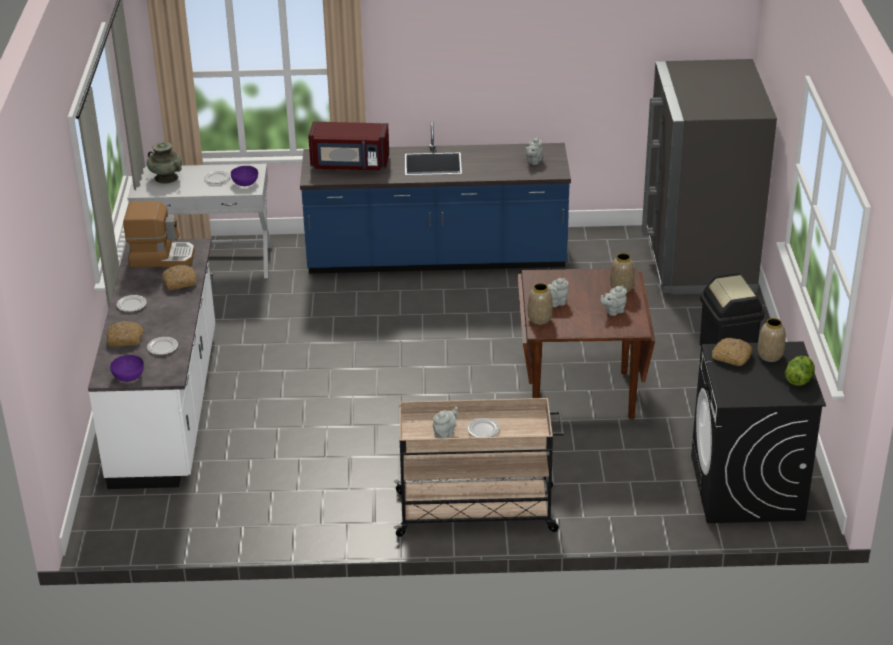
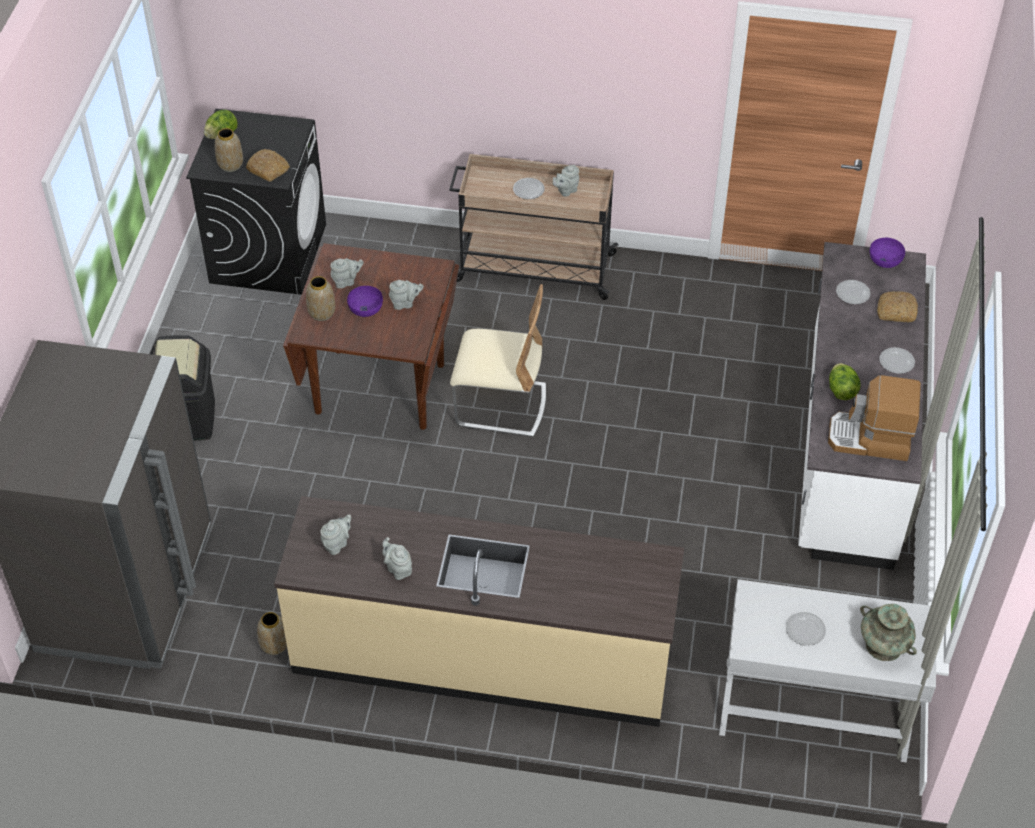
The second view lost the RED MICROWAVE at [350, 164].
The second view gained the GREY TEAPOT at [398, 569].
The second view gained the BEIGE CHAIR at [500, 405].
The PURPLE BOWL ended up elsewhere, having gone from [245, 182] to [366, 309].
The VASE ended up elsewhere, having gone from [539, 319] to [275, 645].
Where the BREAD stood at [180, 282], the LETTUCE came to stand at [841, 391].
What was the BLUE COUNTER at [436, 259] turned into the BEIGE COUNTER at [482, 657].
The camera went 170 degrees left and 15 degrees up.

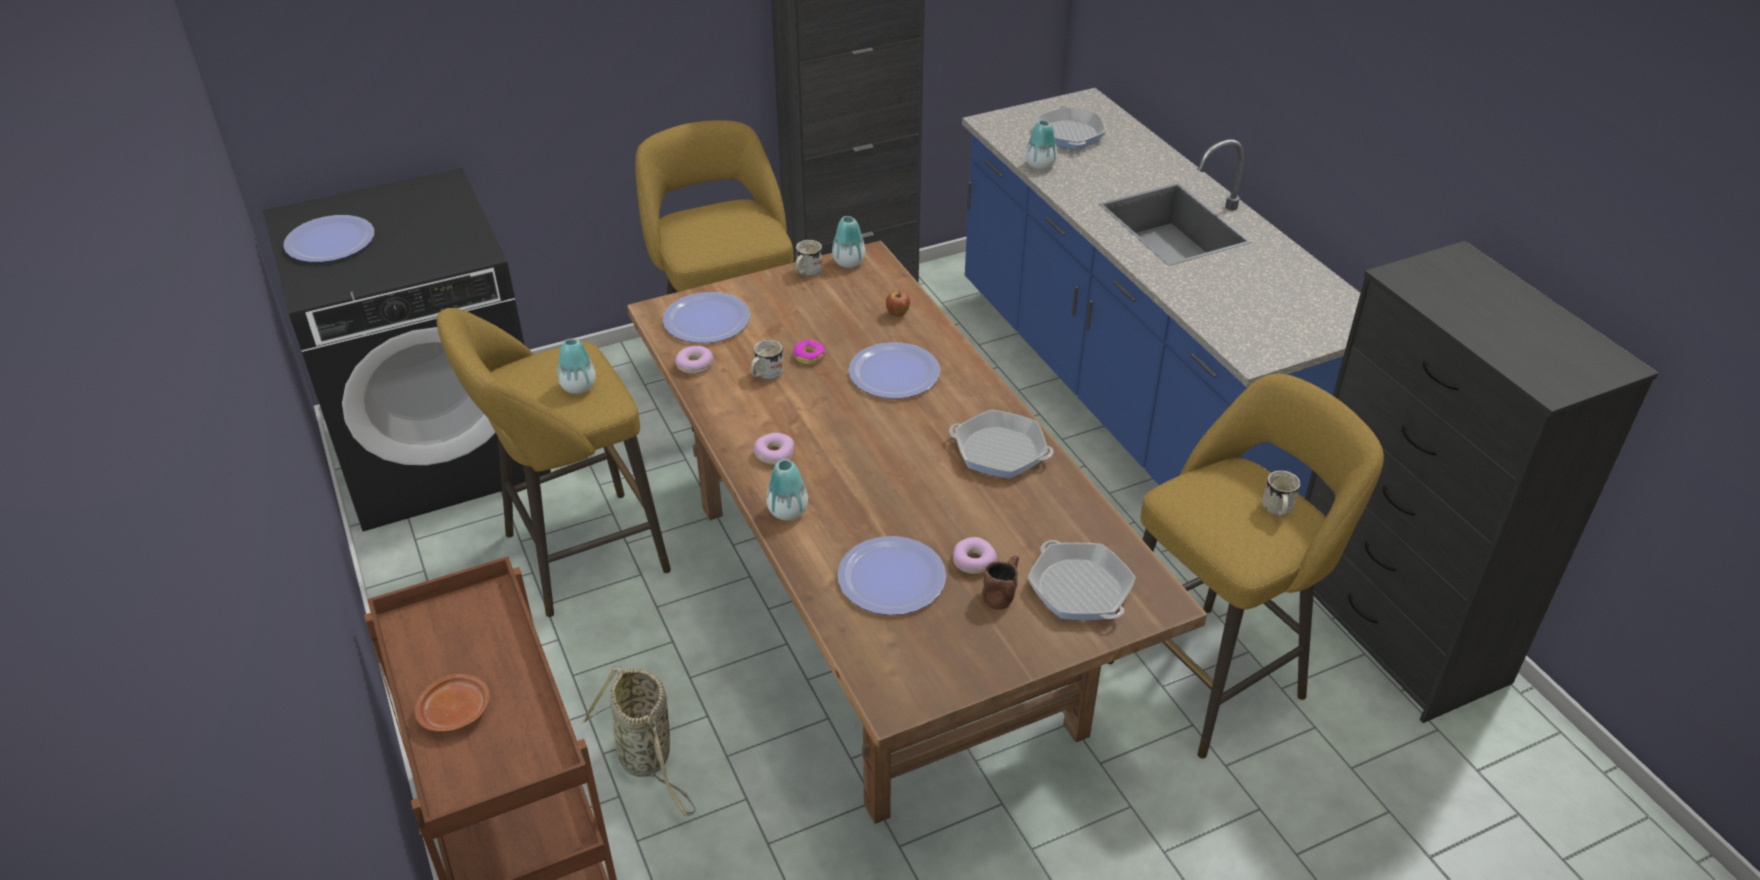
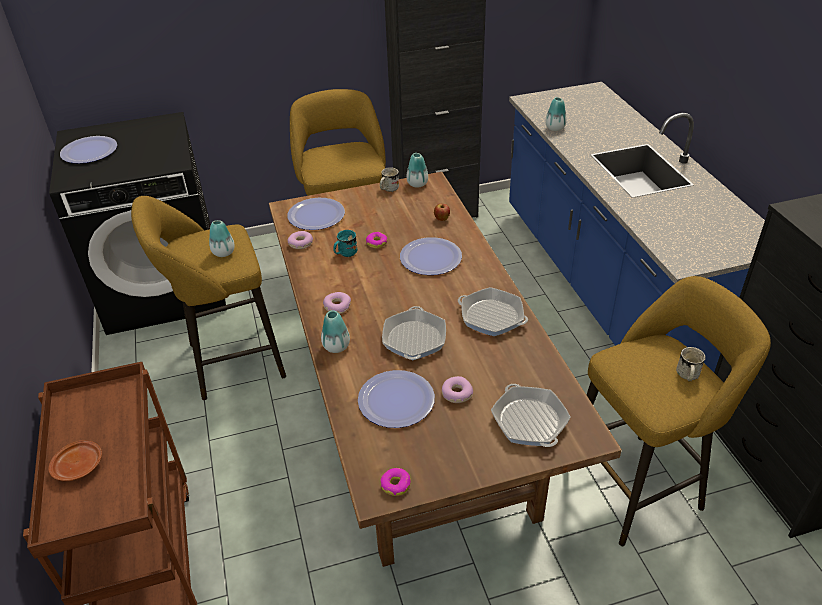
The second view lost the BASKET at [647, 759].
The second view lost the BROWN MUG at [1002, 592].
The second view gained the DONUT at [396, 485].
The FRYING PAN ended up elsewhere, having gone from [1069, 134] to [414, 339].
What was the WHITE MUG at [765, 375] turned into the TURQUOISE MUG at [345, 253].
The camera went 10 degrees right and 0 degrees up.

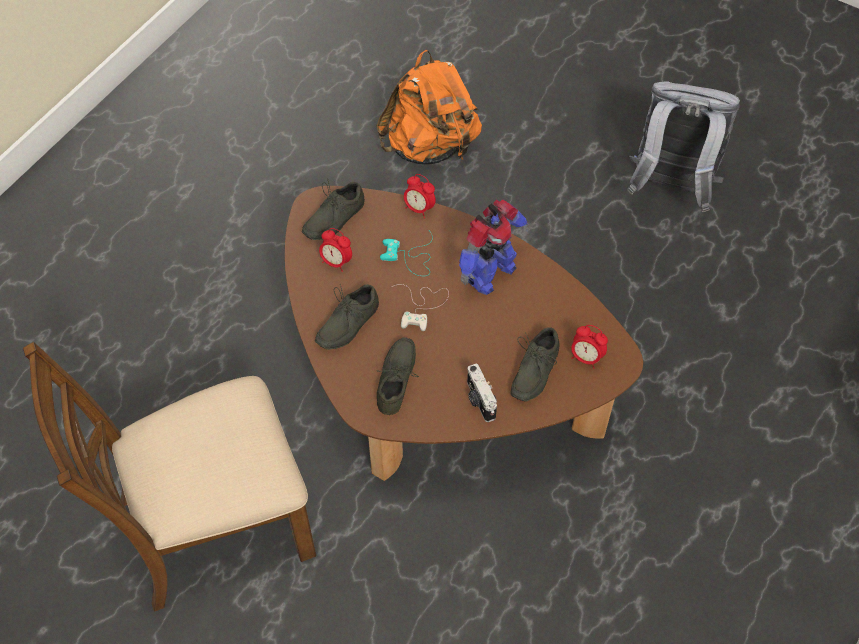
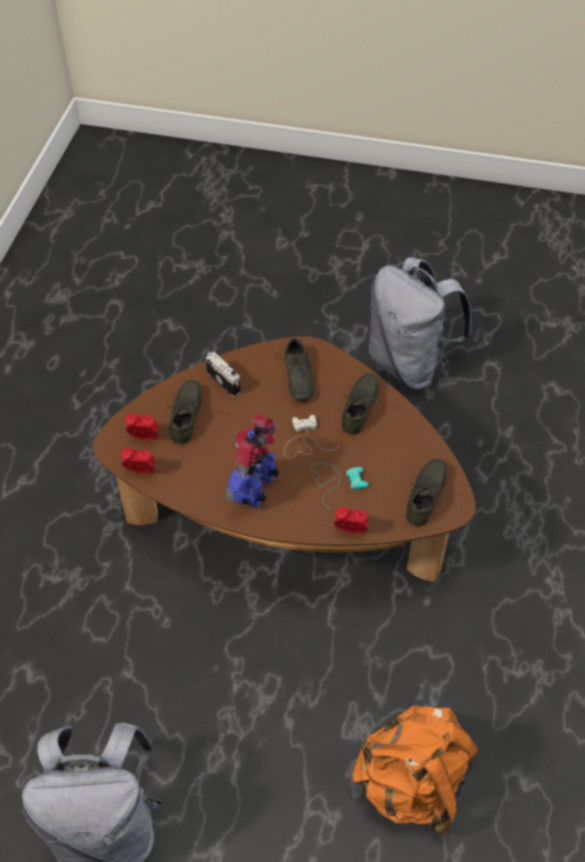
The ALARM CLOCK ended up elsewhere, having gone from [336, 262] to [141, 473].
Where the BROWN CHAIR stood at [213, 524], the GREY BACKPACK came to stand at [410, 364].
The camera went 160 degrees right and 5 degrees down.

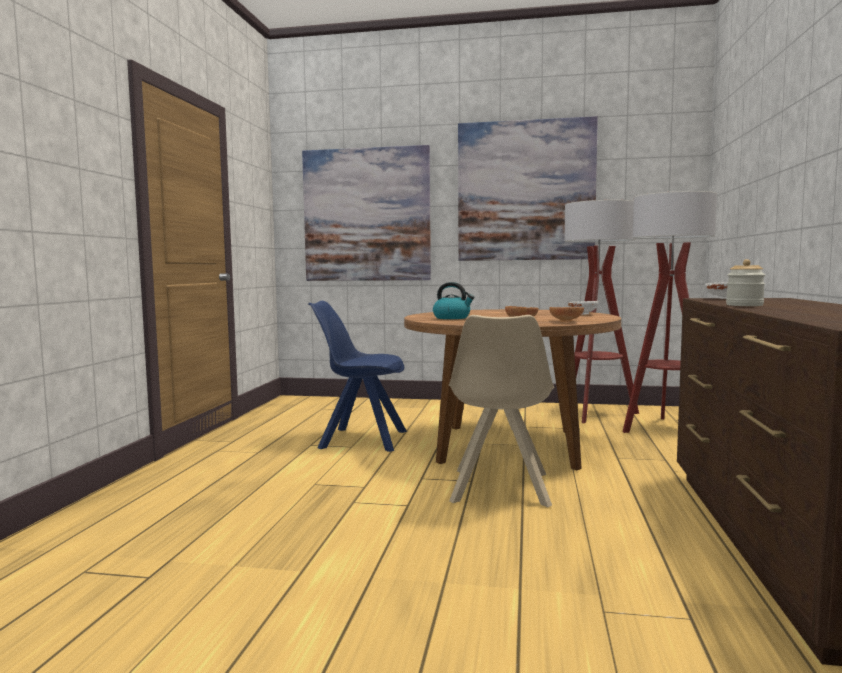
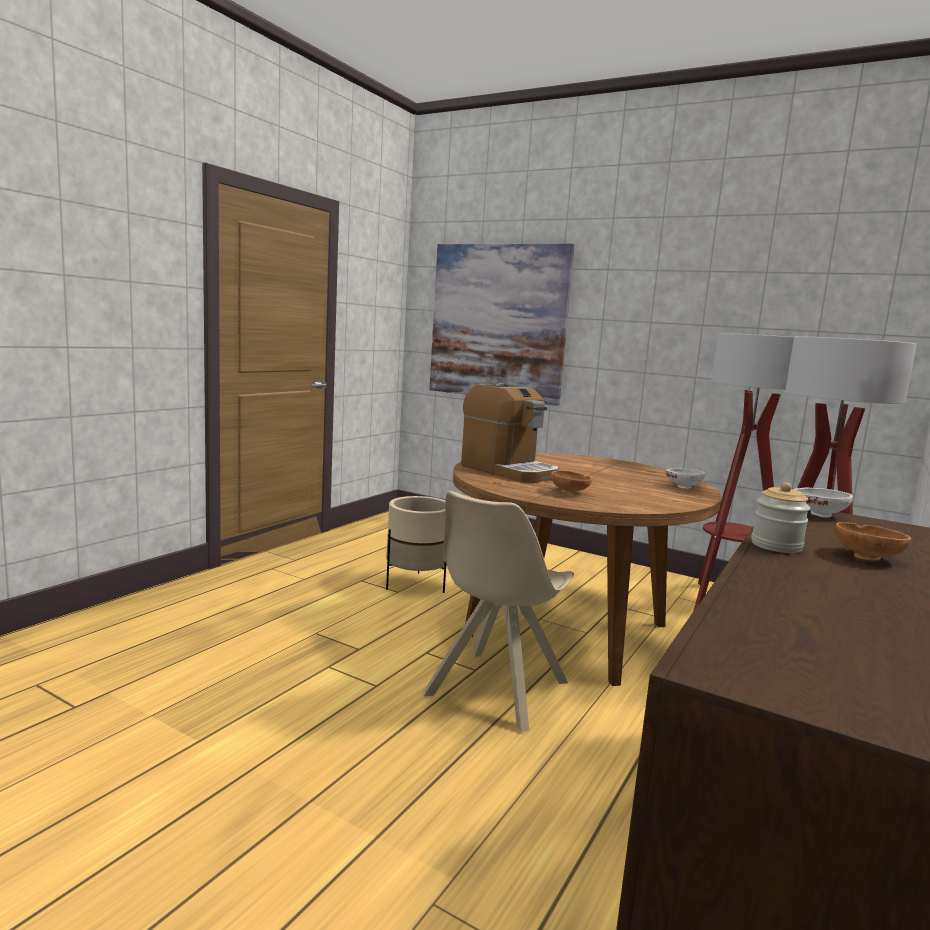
The second view lost the PICTURE at [525, 191].
The BROWN BOWL ended up elsewhere, having gone from [566, 321] to [868, 557].
Where the BLUE CHAIR stood at [361, 440], the BEIGE PLANTER came to stand at [416, 585].
Where the KETTLE stood at [452, 318], the COFFEE MACHINE came to stand at [509, 471].
The camera went 20 degrees right and 5 degrees up.

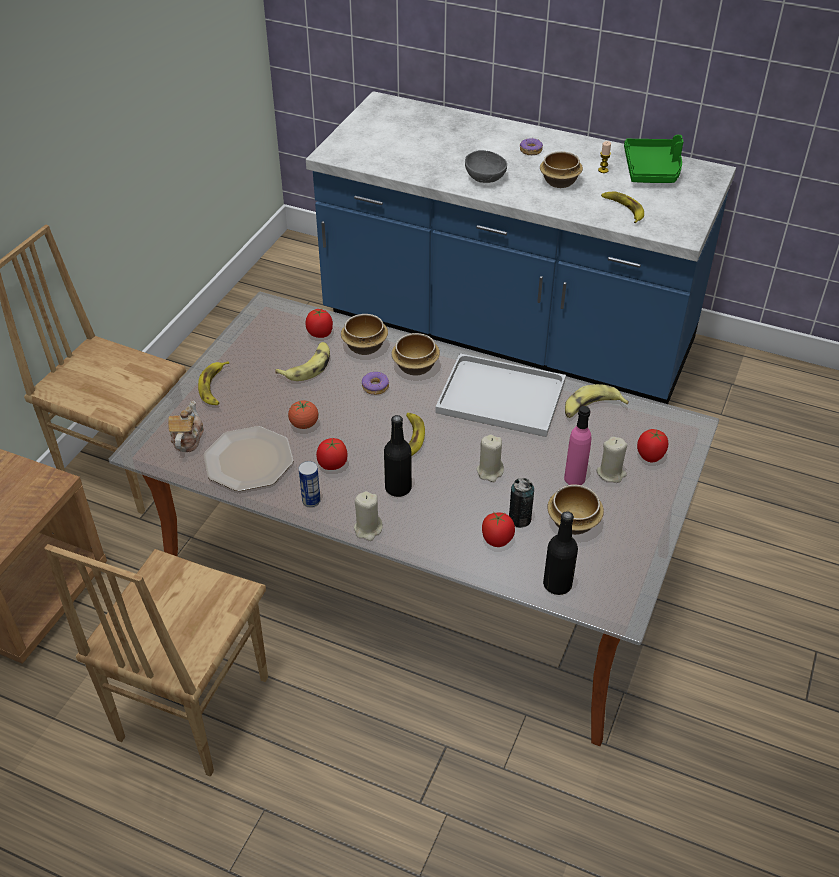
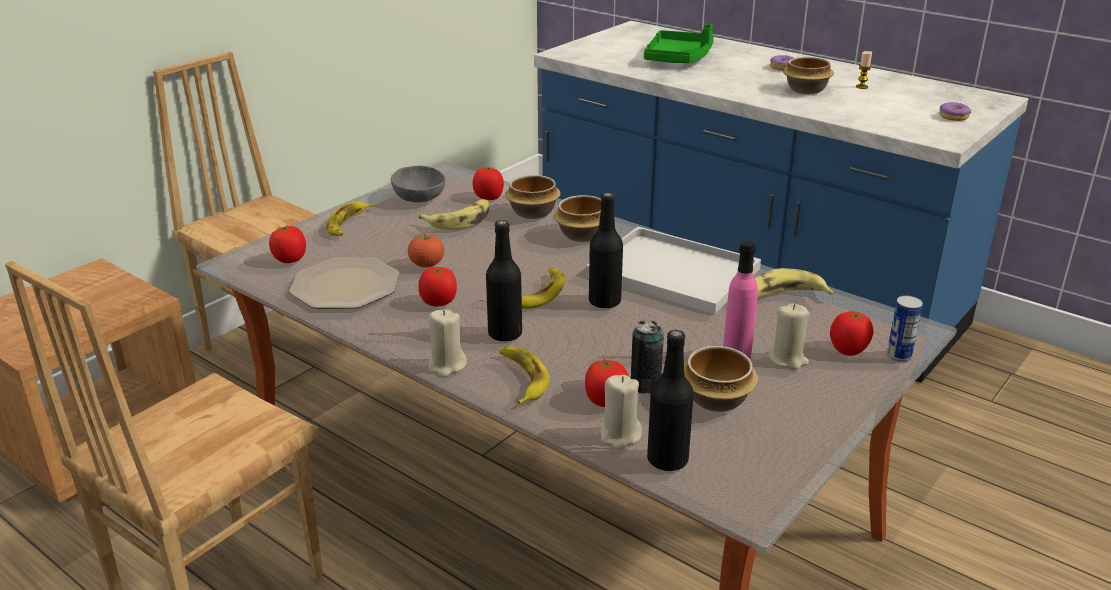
The second view gained the BLACK BOTTLE at [604, 302].
The CAN ended up elsewhere, having gone from [311, 501] to [898, 356].
The DONUT ended up elsewhere, having gone from [375, 387] to [953, 117].
The GREY BOWL ended up elsewhere, having gone from [485, 177] to [420, 198].
The BEIGE CANDLE ended up elsewhere, having gone from [490, 471] to [620, 436].
The BANANA ended up elsewhere, having gone from [623, 209] to [522, 378].
The GREEN TRAY ended up elsewhere, having gone from [652, 170] to [678, 58].
Where the TEAPOT stood at [187, 439], the TOMATO came to stand at [290, 260].
The camera went 15 degrees right and 15 degrees down.

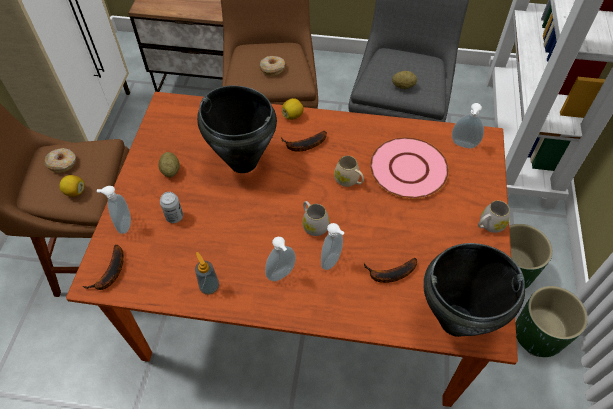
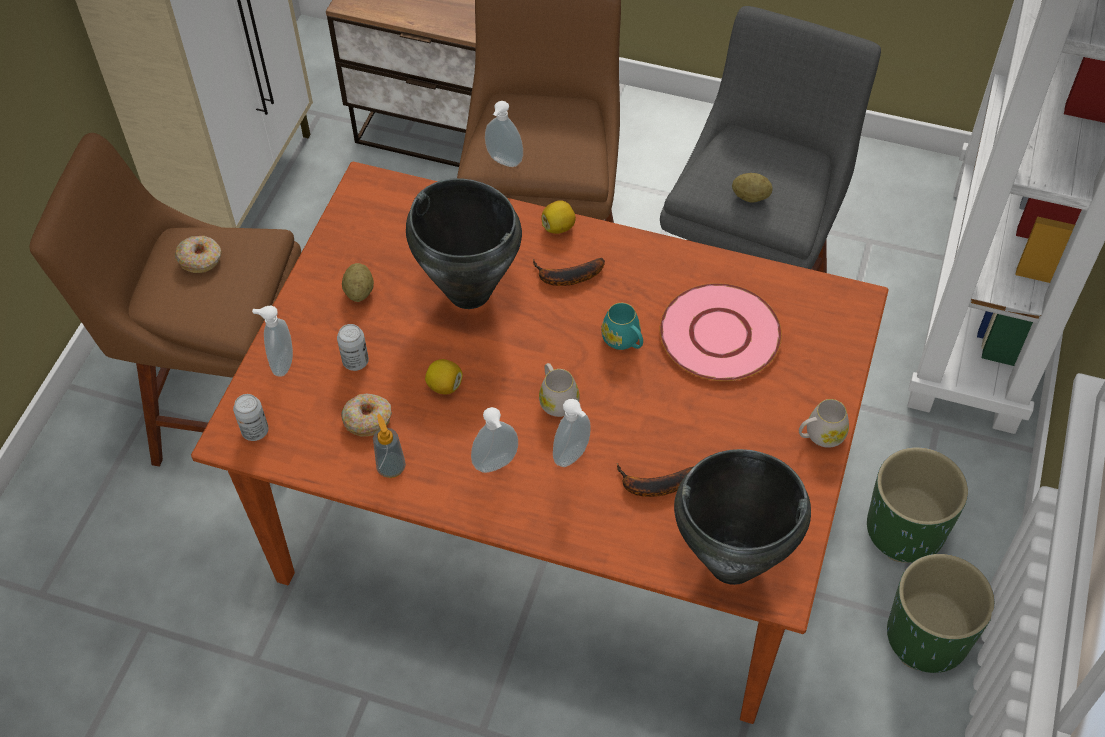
The LEMON ended up elsewhere, having gone from [75, 192] to [444, 386].
The DONUT ended up elsewhere, having gone from [272, 69] to [368, 419].
The SOAP DISPENSER ended up elsewhere, having gone from [463, 145] to [503, 162].
Where the BANANA stood at [110, 274], the CAN came to stand at [255, 431].
What was the BEIGE MUG at [349, 181] turned into the TURQUOISE MUG at [624, 341].
The camera went 10 degrees right and 0 degrees up.

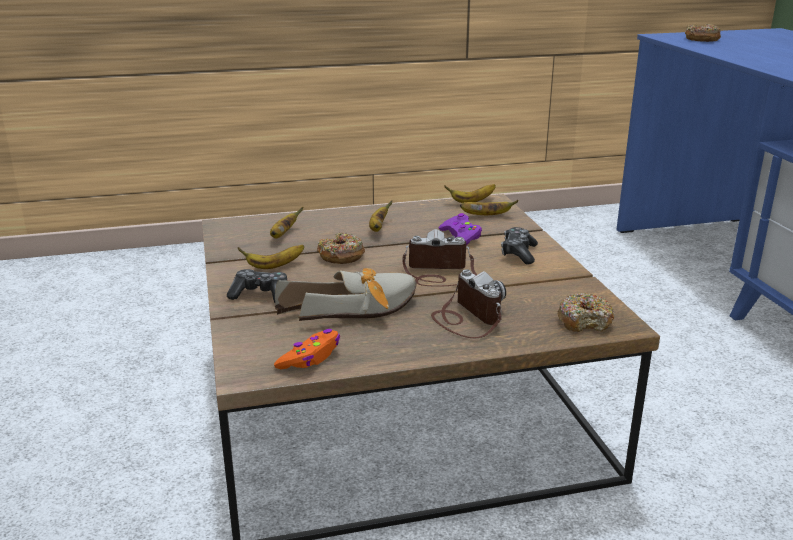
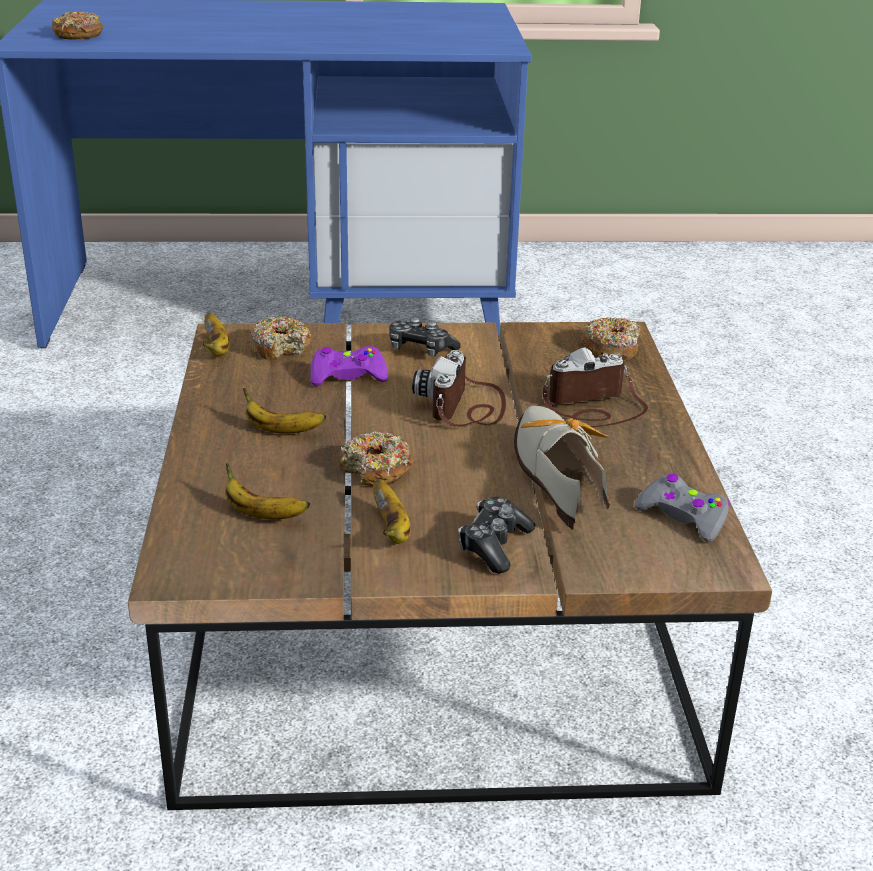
Where the BANANA stood at [487, 216], the DONUT came to stand at [280, 347].
What was the ORANGE GAME CONTROLLER at [310, 358] turned into the GREY GAME CONTROLLER at [683, 517].
The camera went 80 degrees left and 5 degrees up.

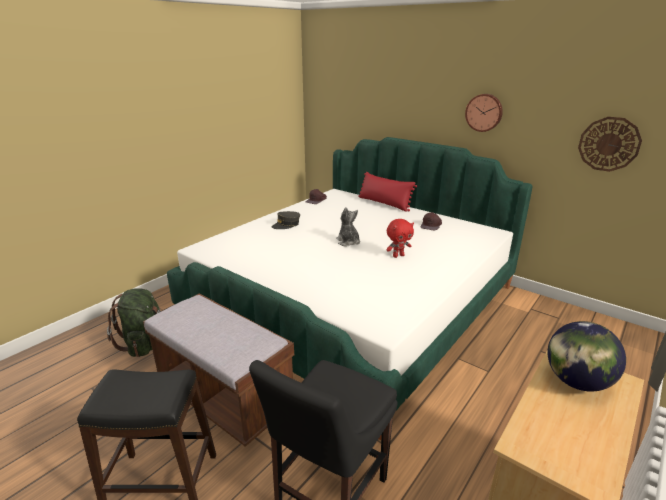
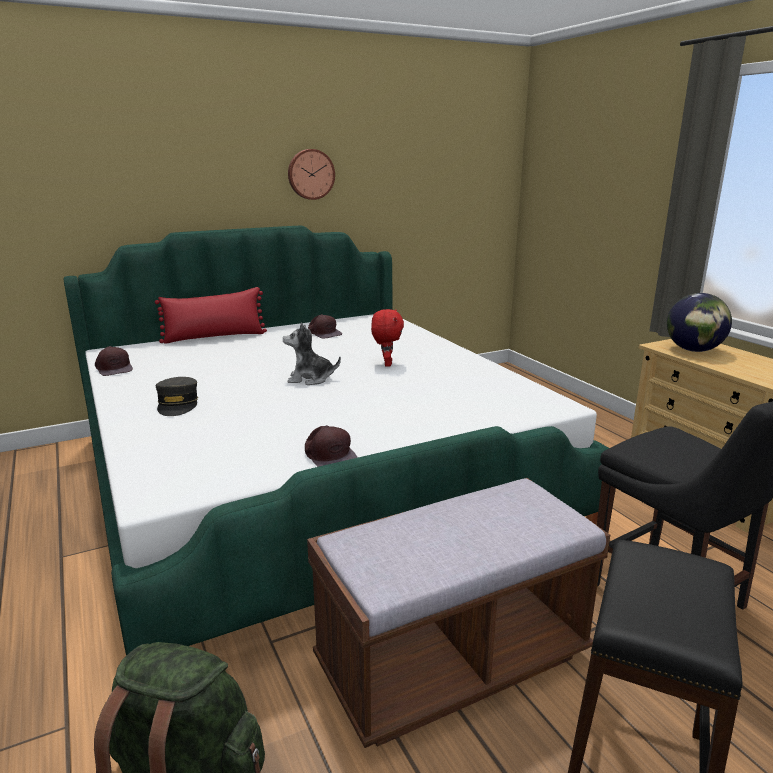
The second view lost the WALL CLOCK at [609, 144].
The second view gained the BROWN CAP at [330, 455].
The camera went 65 degrees left and 5 degrees down.

